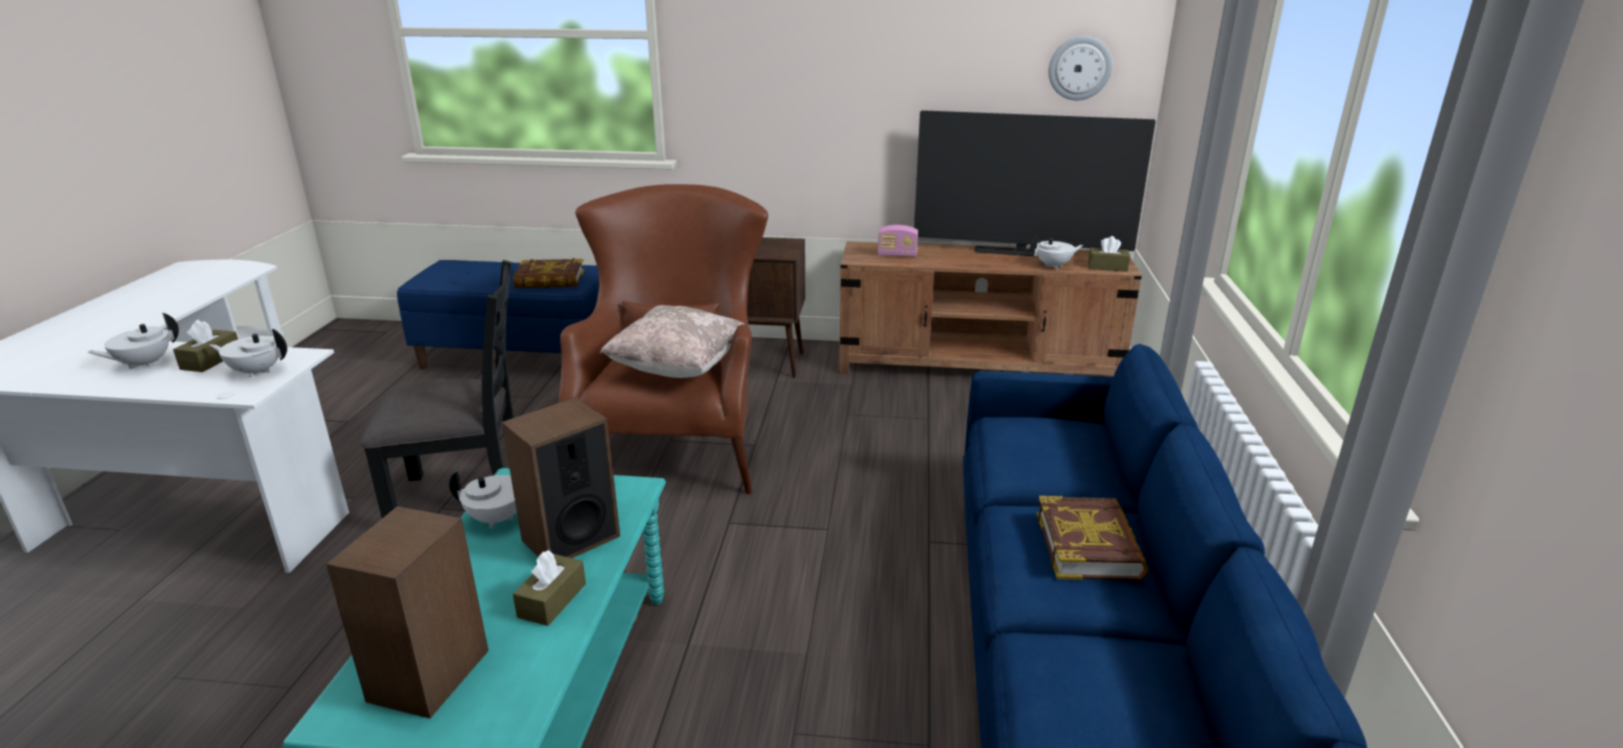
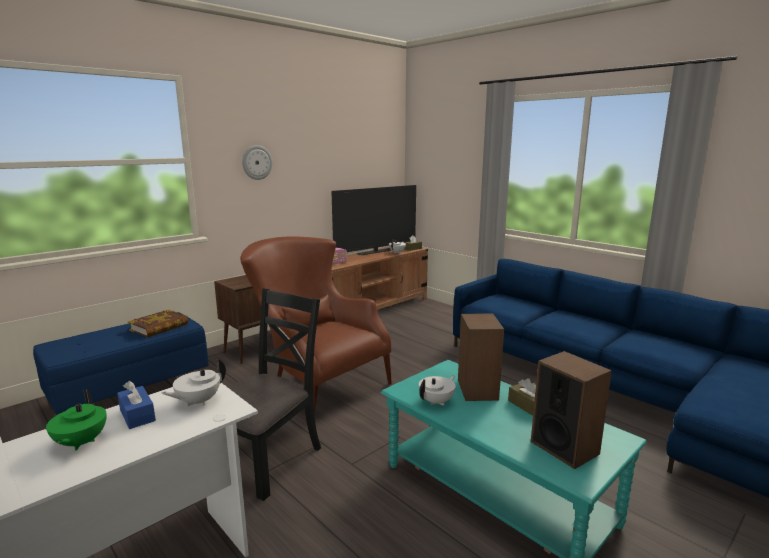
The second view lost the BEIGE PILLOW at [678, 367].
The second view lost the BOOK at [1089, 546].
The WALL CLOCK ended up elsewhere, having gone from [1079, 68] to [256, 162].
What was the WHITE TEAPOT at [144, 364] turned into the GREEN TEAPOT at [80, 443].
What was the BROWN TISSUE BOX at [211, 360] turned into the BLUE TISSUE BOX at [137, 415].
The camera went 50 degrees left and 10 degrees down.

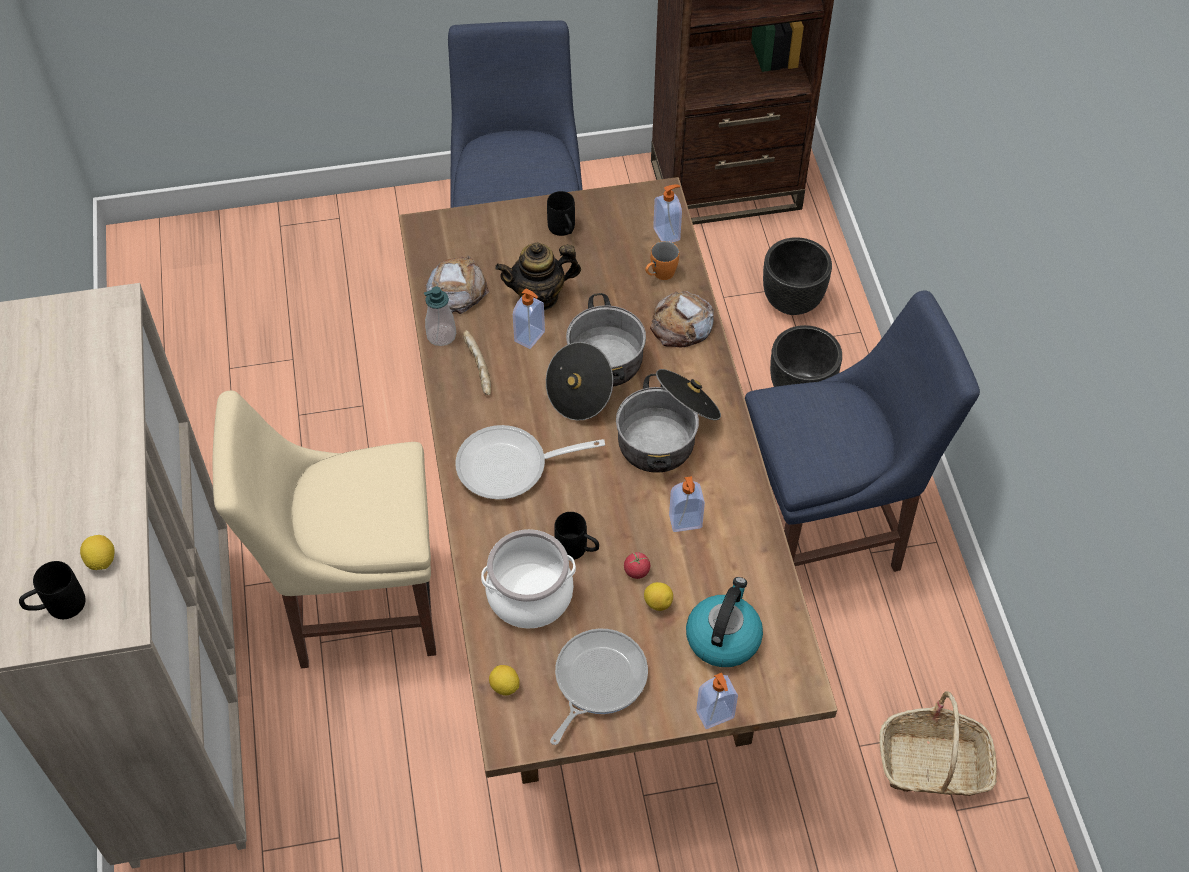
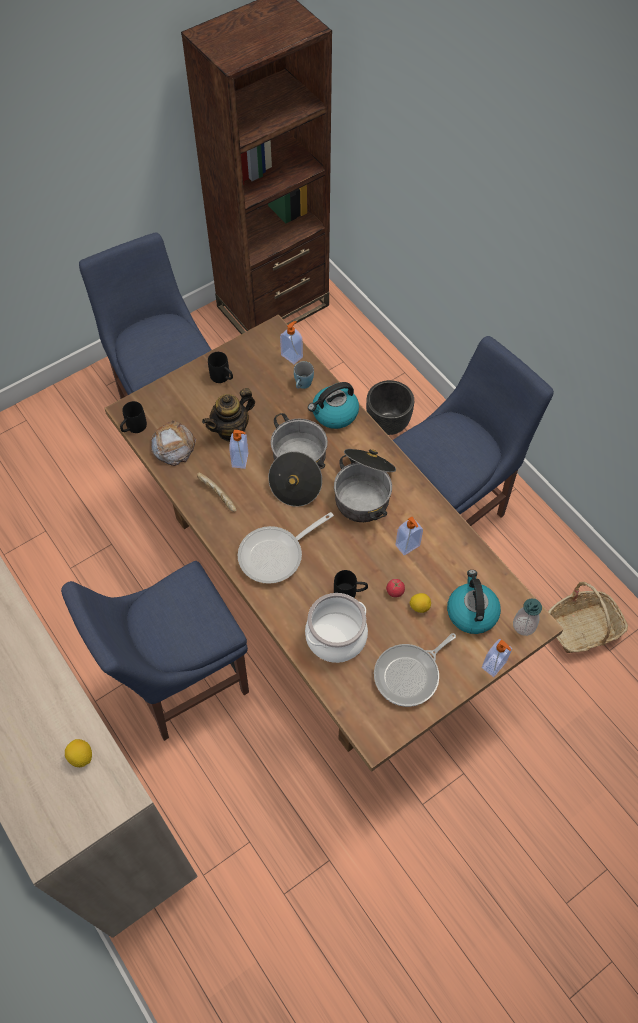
The second view lost the LEMON at [504, 686].
The second view lost the BLACK PLANTER at [791, 302].
The BLACK MUG ended up elsewhere, having gone from [57, 607] to [133, 428].
The SOAP DISPENSER ended up elsewhere, having gone from [441, 335] to [524, 625].
Where the BREAD stood at [681, 324], the KETTLE came to stand at [334, 414].
What was the BEIGE CHAIR at [356, 606] turned into the BLUE CHAIR at [179, 682].
What was the ORANGE MUG at [660, 275] turned into the BLUE MUG at [302, 385].
The FRYING PAN at [597, 680] ended up facing another way, 135 degrees counterclockwise from before.
The camera went 25 degrees left and 5 degrees up.

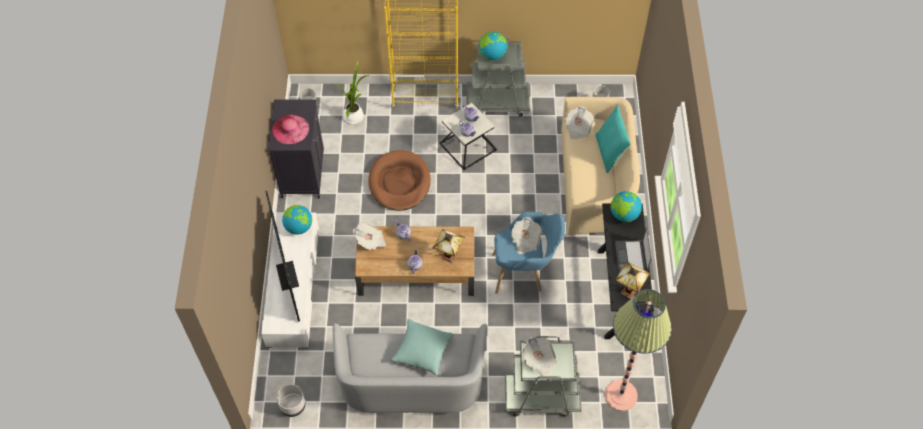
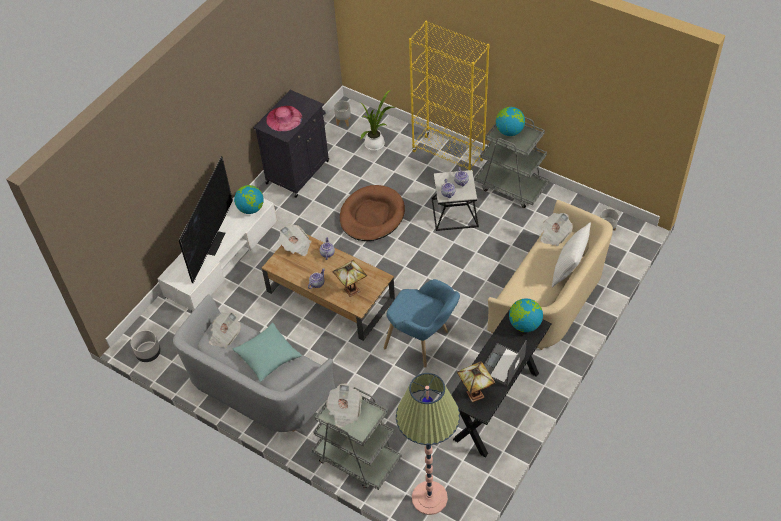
The NEWSPAPER ended up elsewhere, having gone from [525, 241] to [225, 335].
What was the TURQUOISE PILLOW at [609, 152] turned into the WHITE PILLOW at [568, 270].
The camera went 35 degrees right and 5 degrees down.

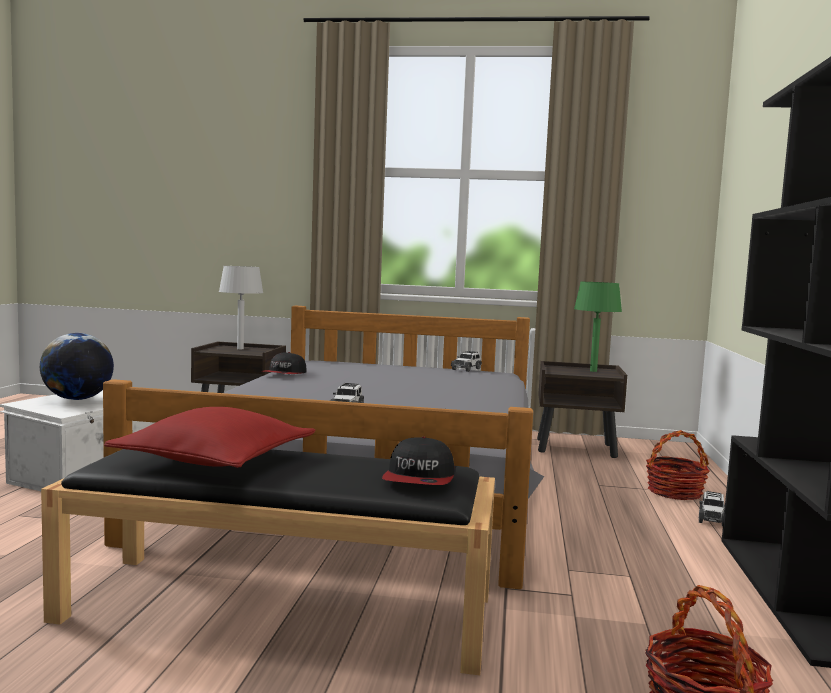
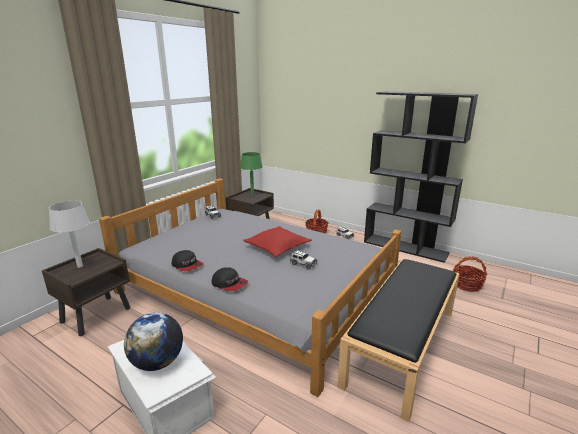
The RED PILLOW ended up elsewhere, having gone from [215, 460] to [277, 247].
The CAP ended up elsewhere, having gone from [419, 479] to [229, 284].
The camera went 65 degrees left and 15 degrees up.

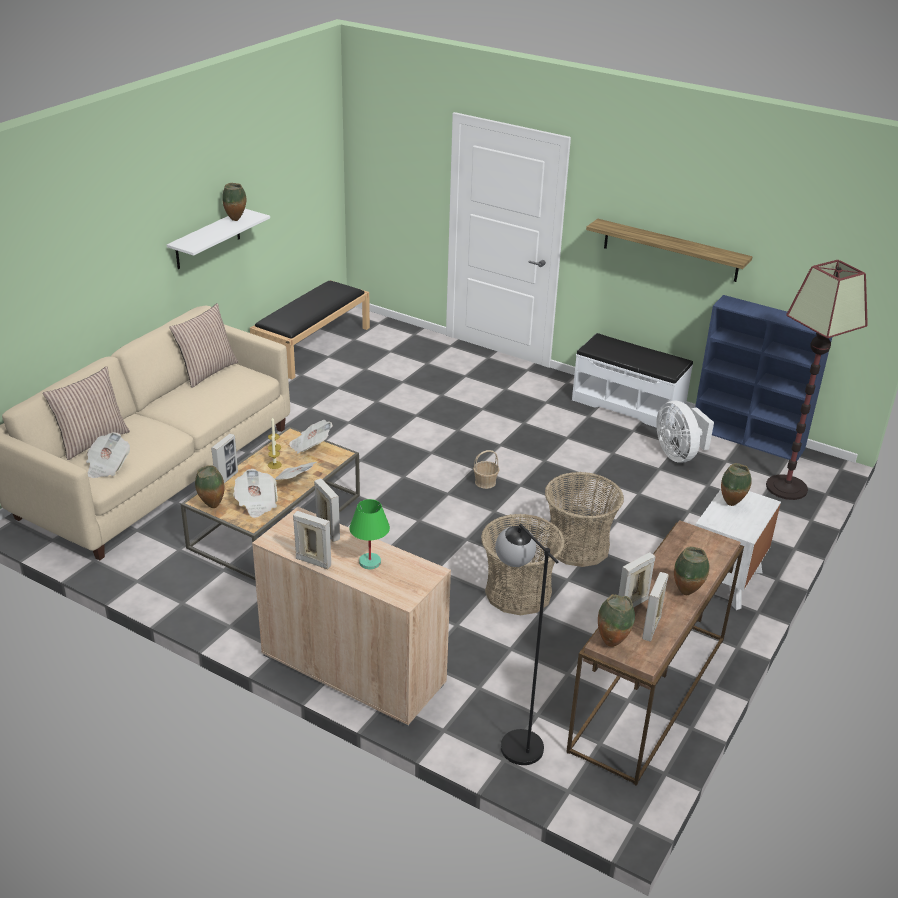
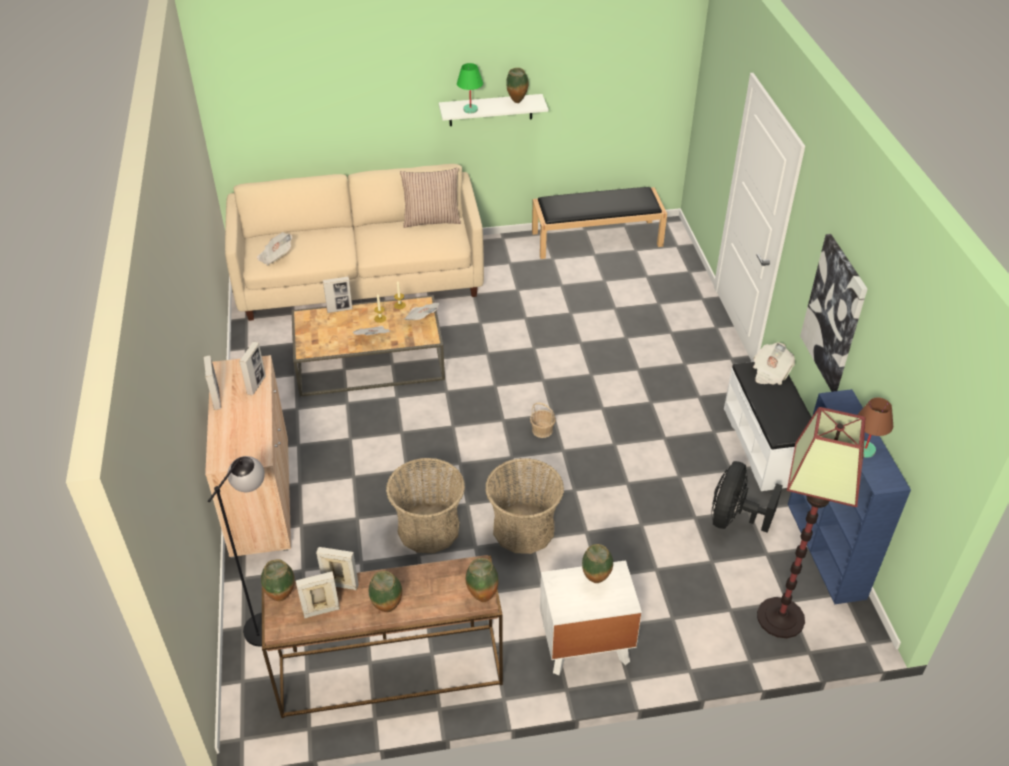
The second view lost the PILLOW at [92, 441].
The second view gained the BROWN TABLE LAMP at [864, 449].
The VASE ended up elsewhere, having gone from [212, 506] to [482, 598].
The NEWSPAPER ended up elsewhere, having gone from [256, 503] to [770, 373].
The GREEN TABLE LAMP ended up elsewhere, having gone from [370, 562] to [470, 110].
Where the SHELF hung at [670, 250], the PICTURE came to hang at [834, 313].
What was the WHITE FAN at [679, 454] turned into the BLACK FAN at [734, 518].
The camera went 50 degrees right and 10 degrees up.

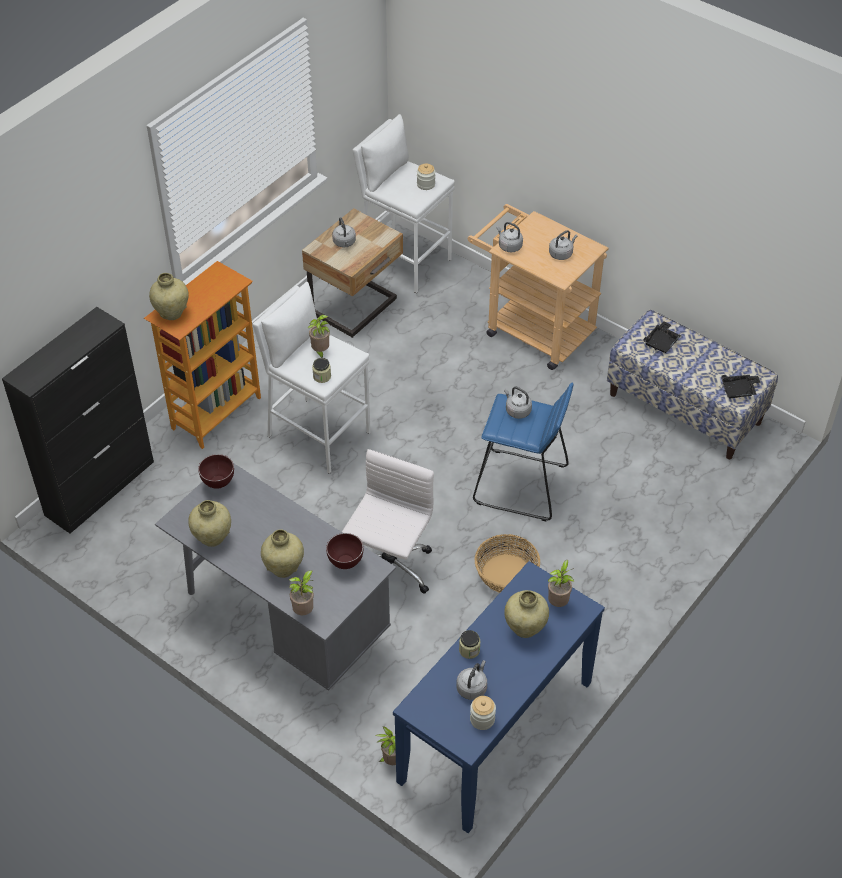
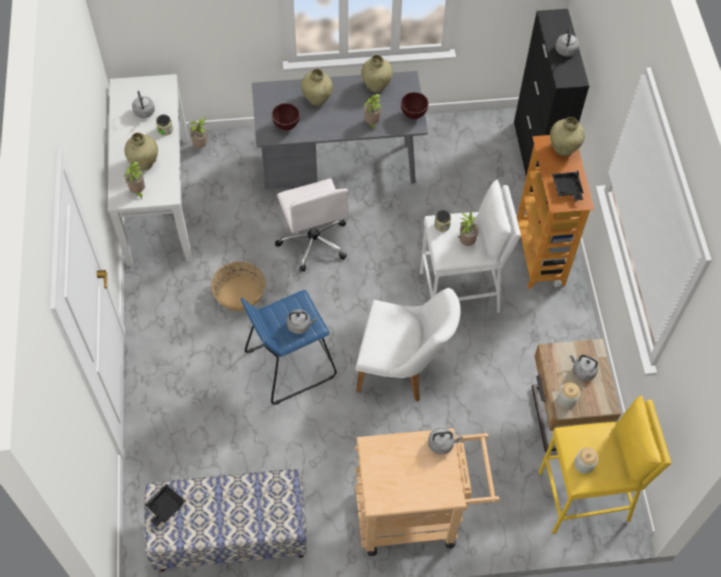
The second view gained the WHITE CHAIR at [402, 369].
The POTTED PLANT ended up elsewhere, having gone from [304, 611] to [372, 123].
The JAR ended up elsewhere, having gone from [482, 719] to [567, 399].
The GREY KETTLE ended up elsewhere, having gone from [561, 253] to [565, 51].
The BLACK TRAY ended up elsewhere, having gone from [661, 342] to [567, 189].
What was the WHITE STOOL at [404, 261] turned into the YELLOW STOOL at [584, 498].
What was the BLUE CONSOLE TABLE at [496, 732] turned into the WHITE CONSOLE TABLE at [158, 200].
The camera went 135 degrees right and 10 degrees up.

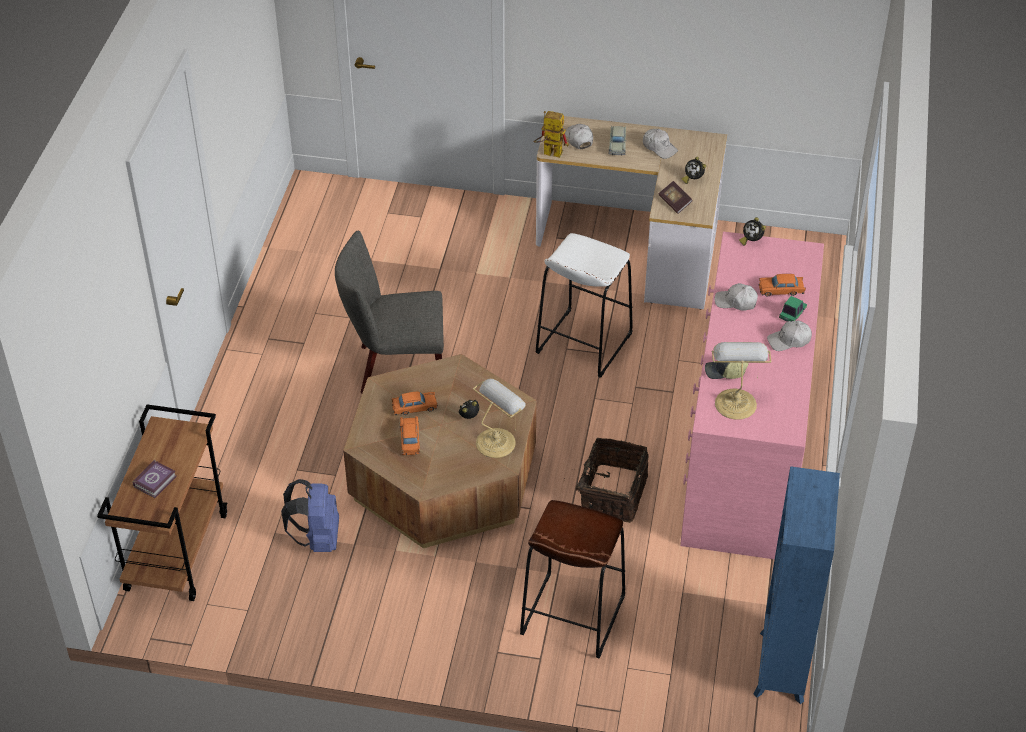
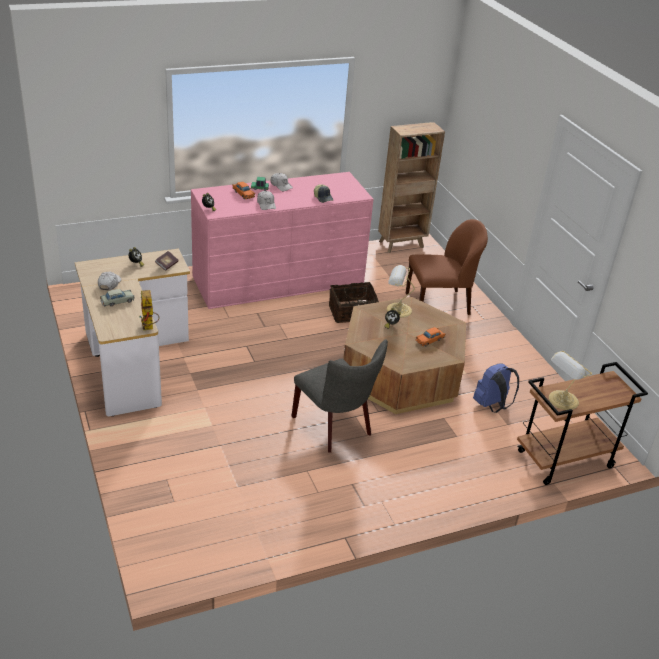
The second view lost the BOOK at [156, 481].
The second view lost the ORANGE TOY CAR at [414, 407].
The second view lost the WHITE STOOL at [583, 343].
The second view lost the WHITE CAP at [579, 139].
The TABLE LAMP ended up elsewhere, having gone from [735, 402] to [562, 401].
Where the BROWN STOOL stood at [572, 615], the BROWN CHAIR came to stand at [439, 304].
What was the BLUE BOOKCASE at [781, 668] turned into the BROWN BOOKCASE at [402, 244].
The camera went 125 degrees left and 10 degrees down.

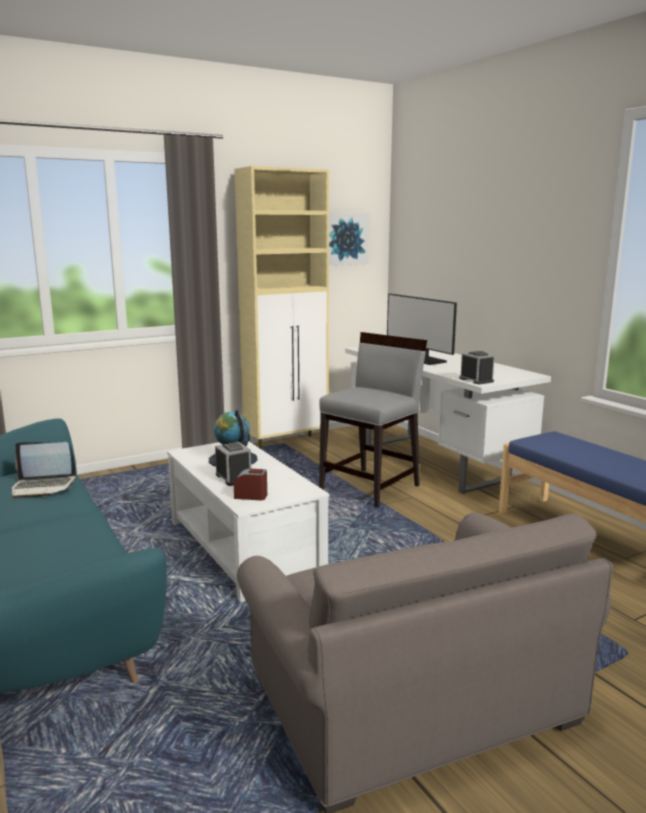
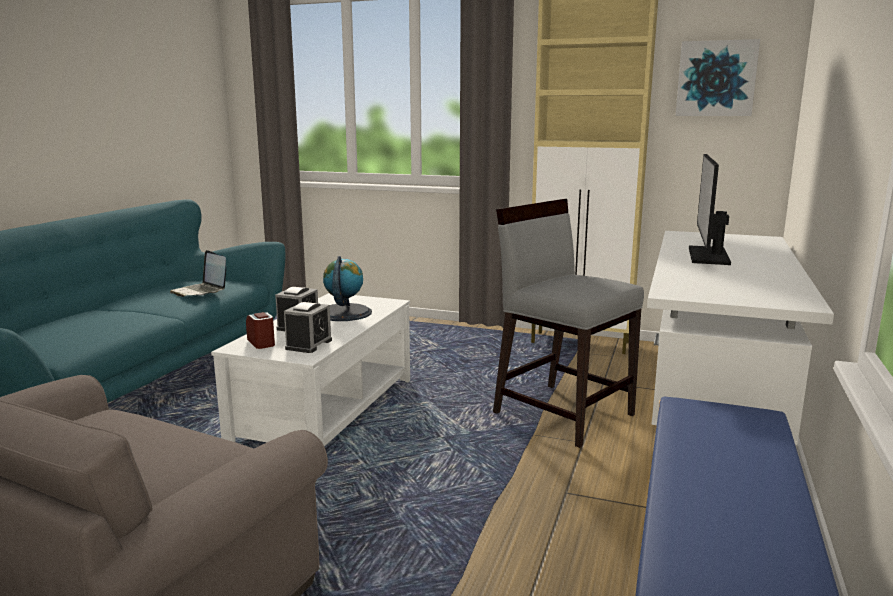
The ALARM CLOCK ended up elsewhere, having gone from [476, 380] to [309, 344].
The GREY CHAIR at [371, 487] ended up facing another way, 135 degrees counterclockwise from before.
The camera went 50 degrees right and 0 degrees up.

